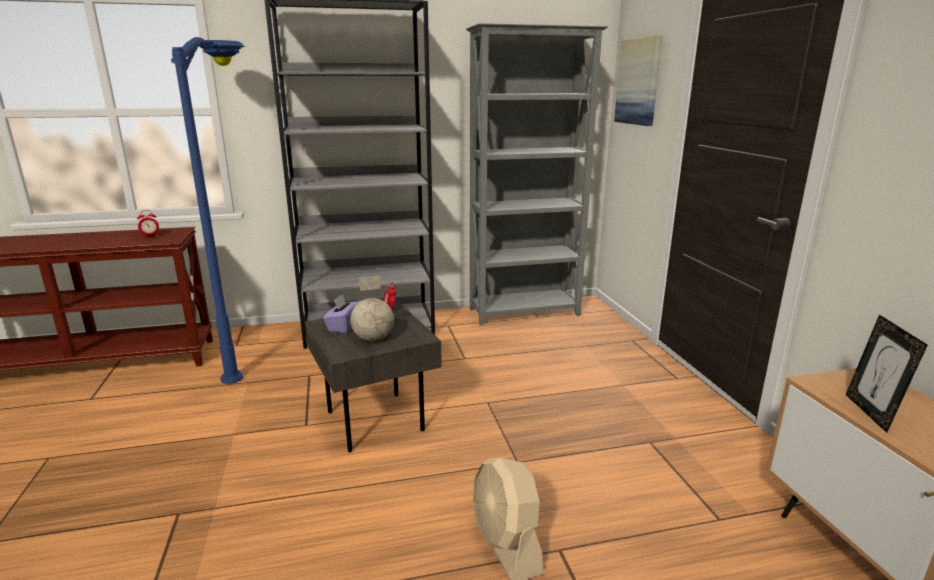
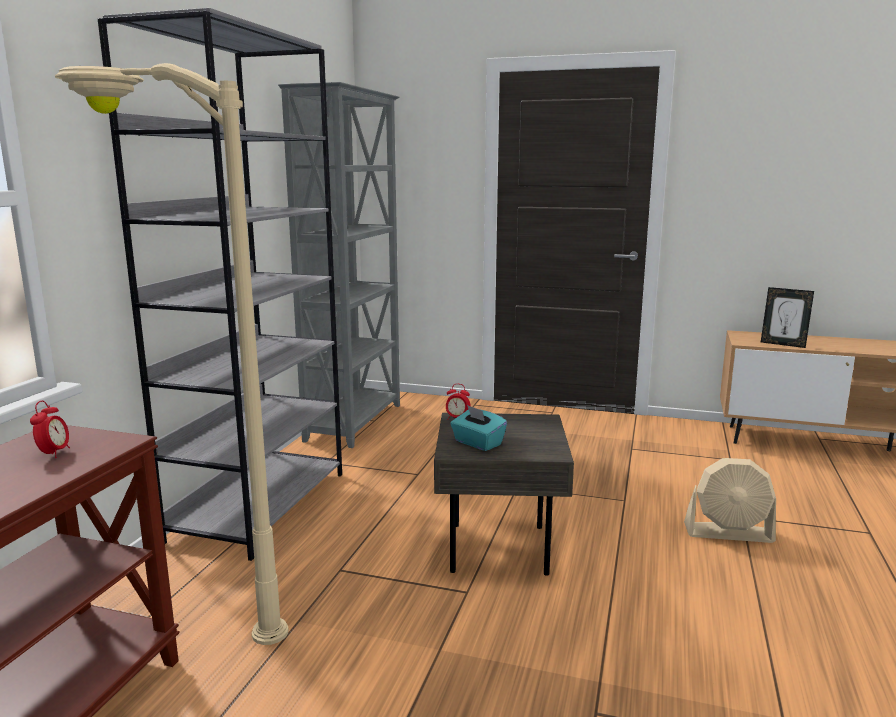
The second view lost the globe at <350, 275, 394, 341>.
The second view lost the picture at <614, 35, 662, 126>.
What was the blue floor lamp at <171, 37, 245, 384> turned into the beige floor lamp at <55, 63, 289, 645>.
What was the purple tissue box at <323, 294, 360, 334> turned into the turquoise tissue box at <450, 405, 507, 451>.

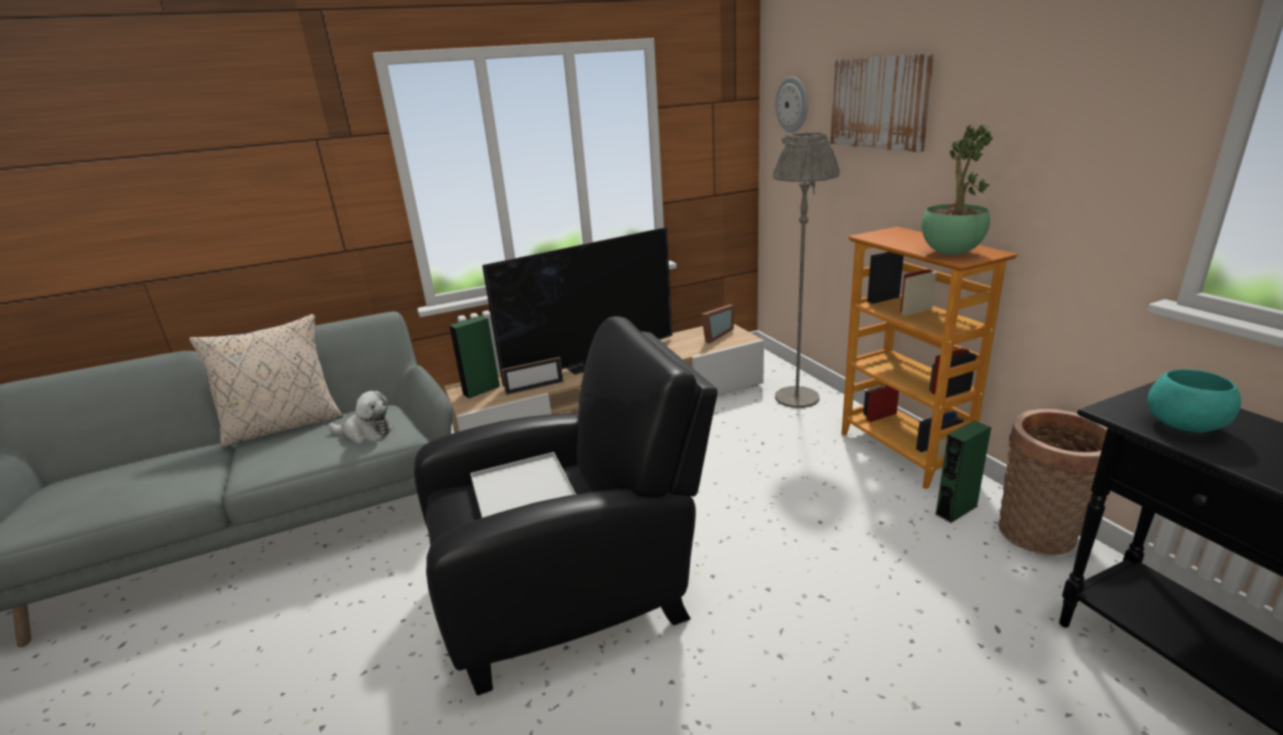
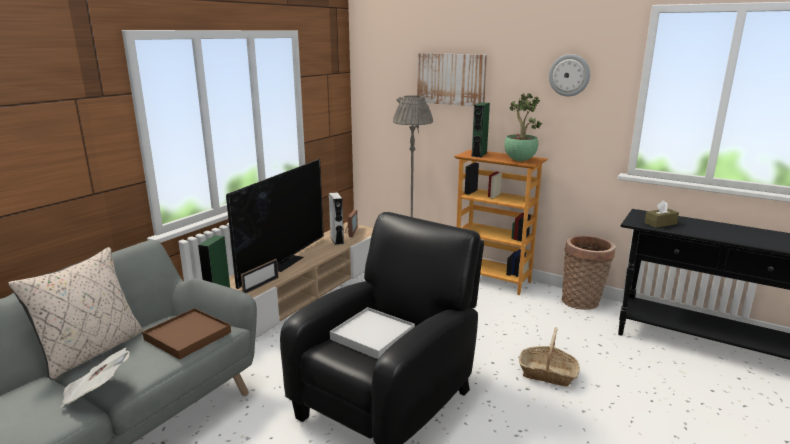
The second view gained the newspaper at <61, 348, 130, 407>.
The second view gained the grey speaker at <329, 192, 344, 245>.
The second view gained the basket at <519, 327, 580, 386>.
The wall clock ended up elsewhere, having gone from <775, 76, 808, 133> to <549, 54, 590, 96>.
The green speaker ended up elsewhere, having gone from <935, 421, 991, 523> to <471, 102, 490, 158>.
Where the plush toy stood at <328, 391, 394, 444>, the brown tray came to stand at <143, 308, 231, 360>.
Where the turquoise bowl stood at <1147, 369, 1241, 432>, the brown tissue box came to stand at <644, 200, 679, 228>.

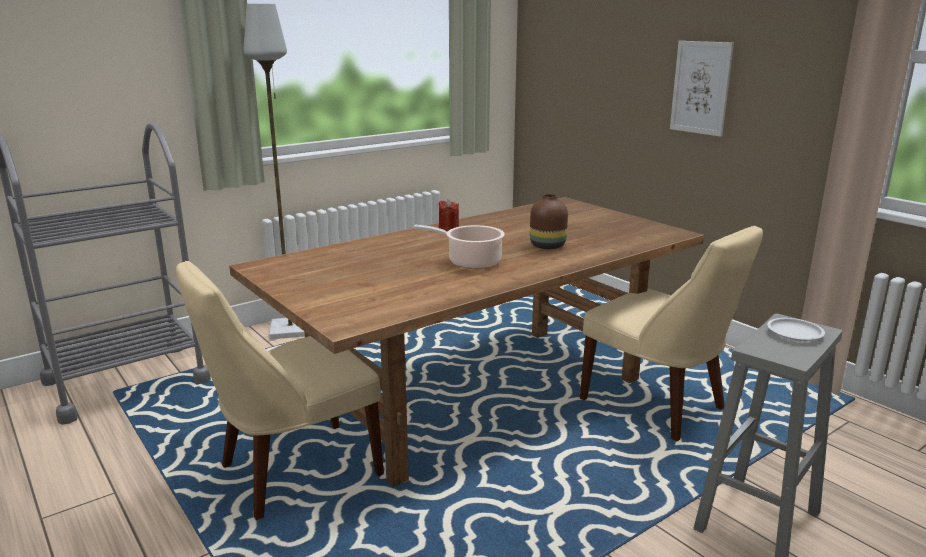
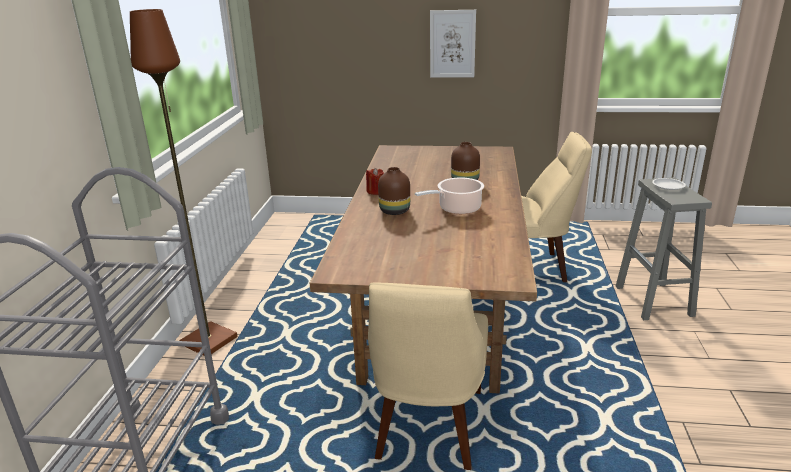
The second view gained the brown vase at <378, 167, 410, 215>.
What was the grey floor lamp at <243, 4, 305, 339> turned into the brown floor lamp at <130, 9, 237, 355>.

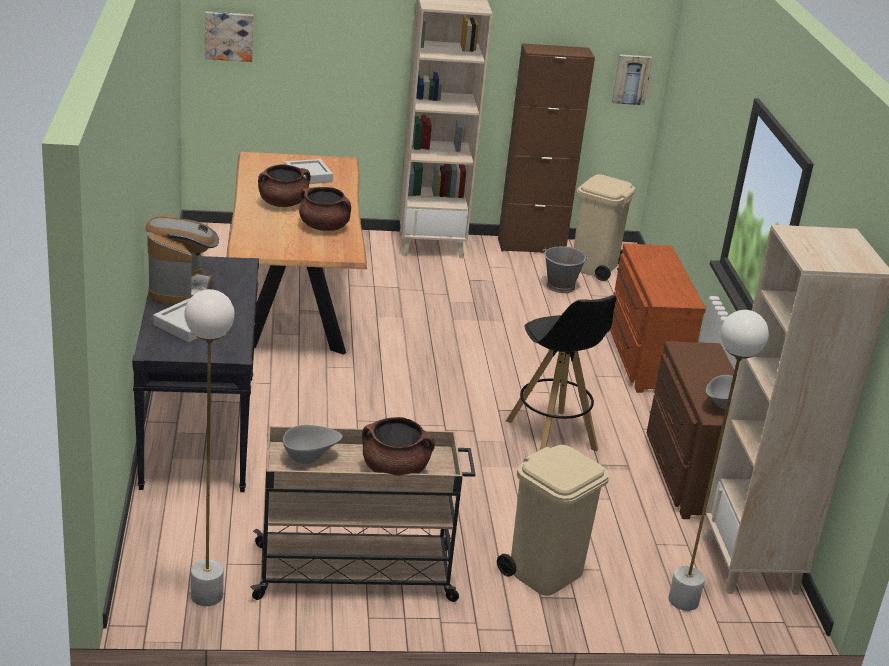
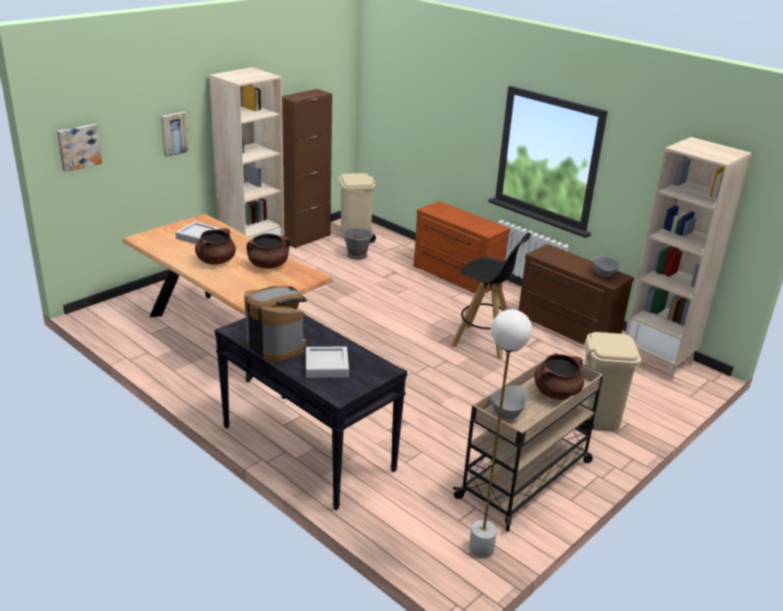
The second view lost the white floor lamp at <668, 310, 769, 611>.
The picture ended up elsewhere, having gone from <612, 54, 652, 105> to <161, 112, 189, 157>.

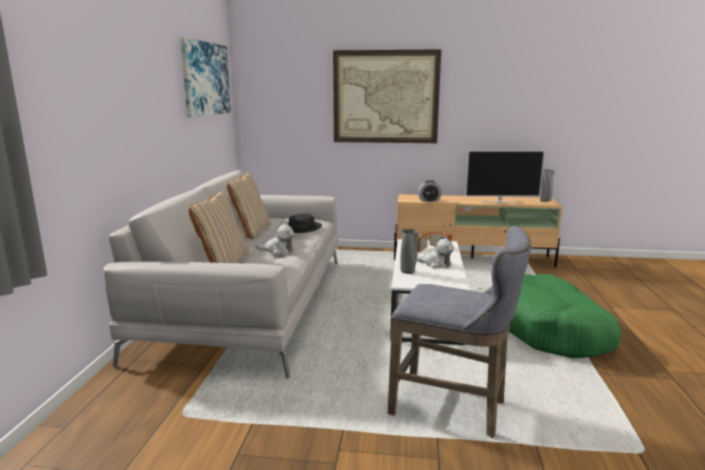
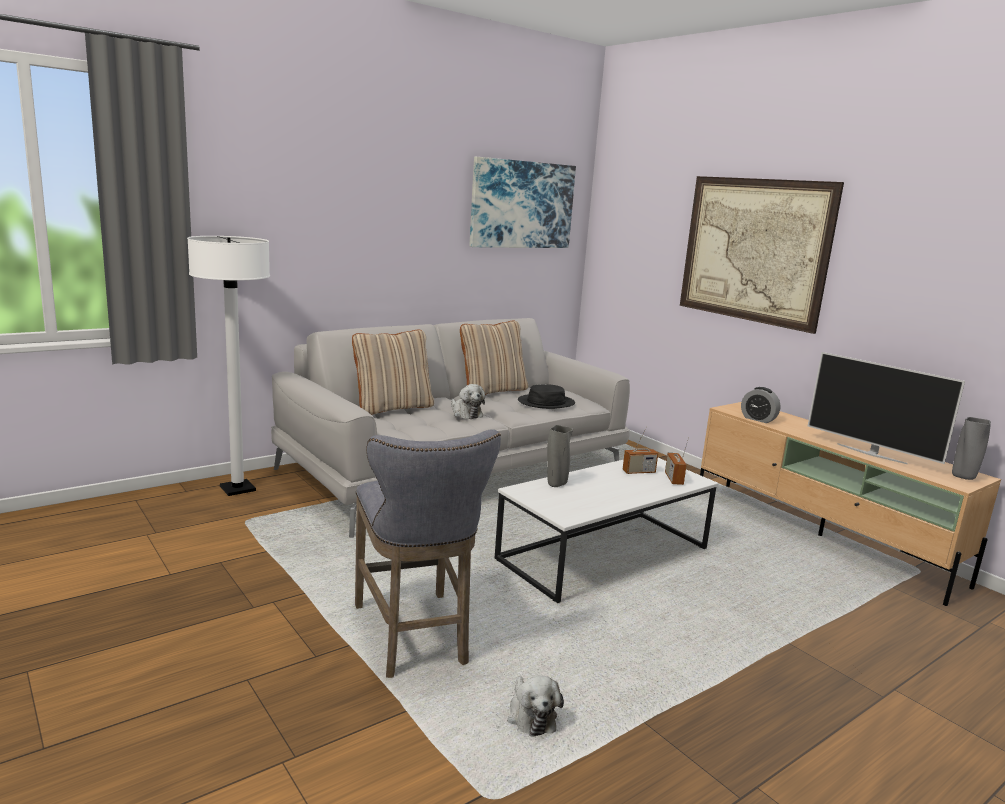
The second view lost the green dog bed at <509, 274, 621, 358>.
The second view gained the white floor lamp at <187, 236, 270, 496>.
The plush toy ended up elsewhere, having gone from <416, 239, 454, 268> to <507, 676, 564, 737>.

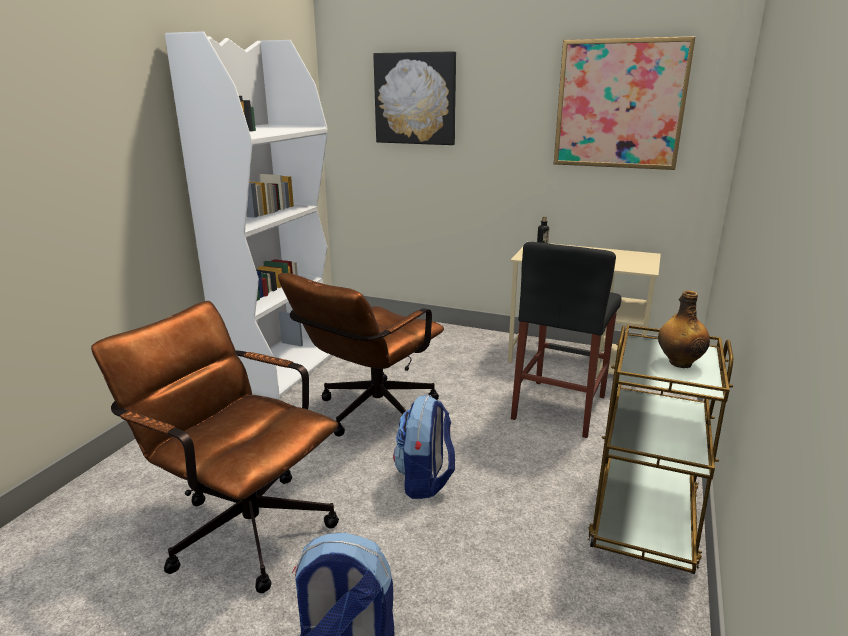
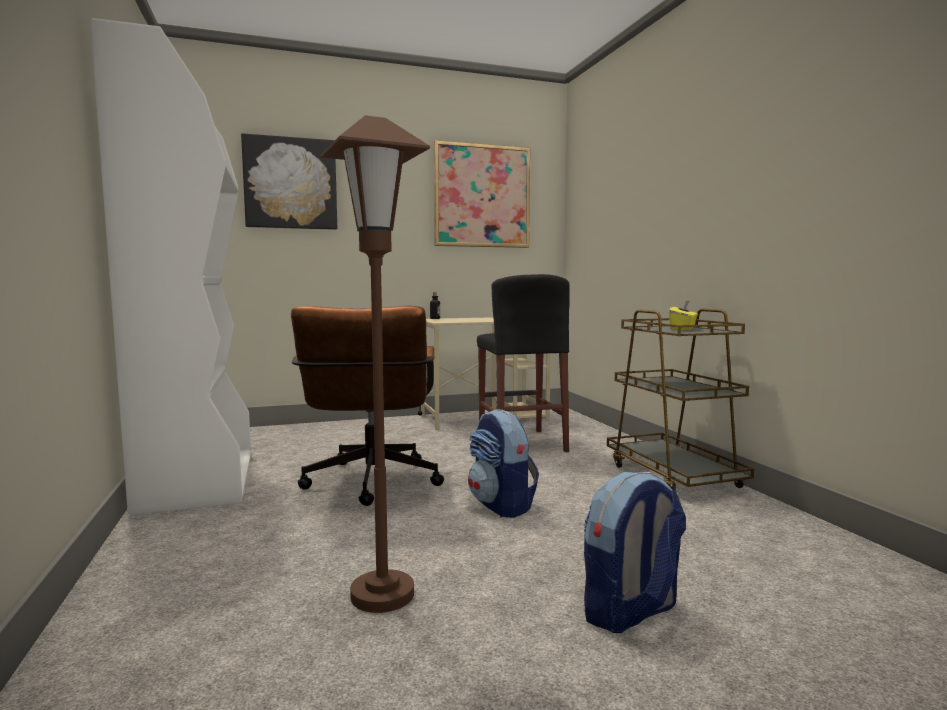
Where the brown office chair stood at <91, 301, 339, 593>, the brown floor lamp came to stand at <320, 115, 430, 613>.
Where the bottle stood at <658, 291, 710, 368>, the yellow tissue box came to stand at <669, 301, 698, 330>.

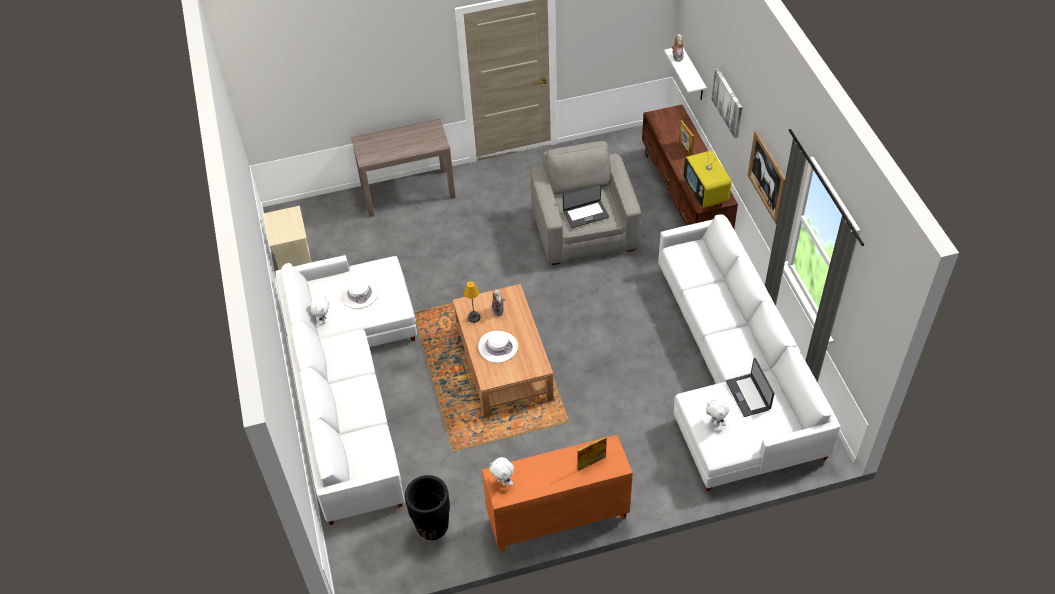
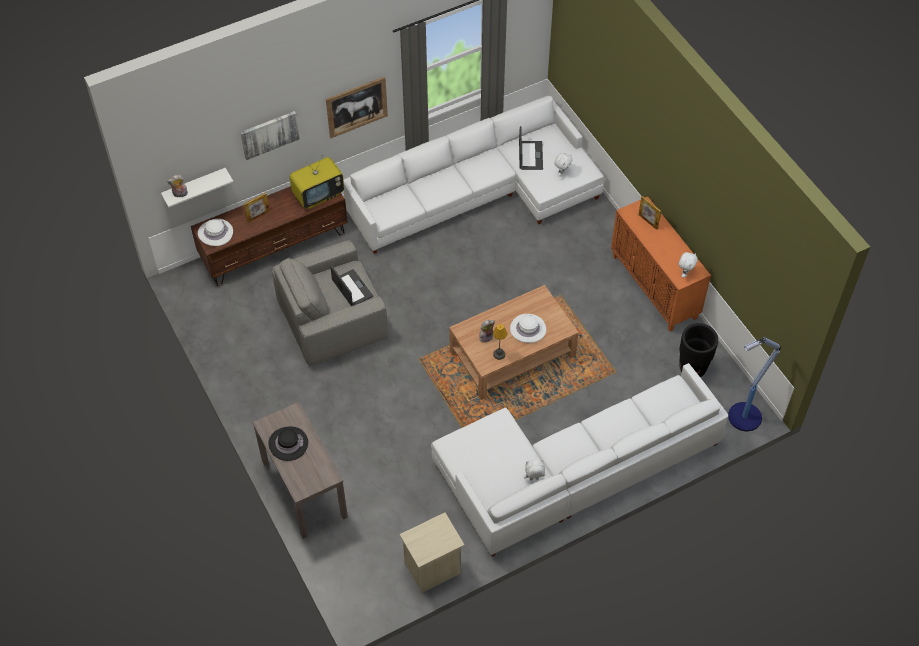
The second view gained the black hat at <268, 426, 308, 461>.
The second view gained the floor lamp at <728, 337, 781, 431>.
The white hat ended up elsewhere, having gone from <340, 278, 379, 309> to <198, 219, 233, 246>.
The laptop at <726, 358, 774, 417> ended up facing another way, 60 degrees counterclockwise from before.

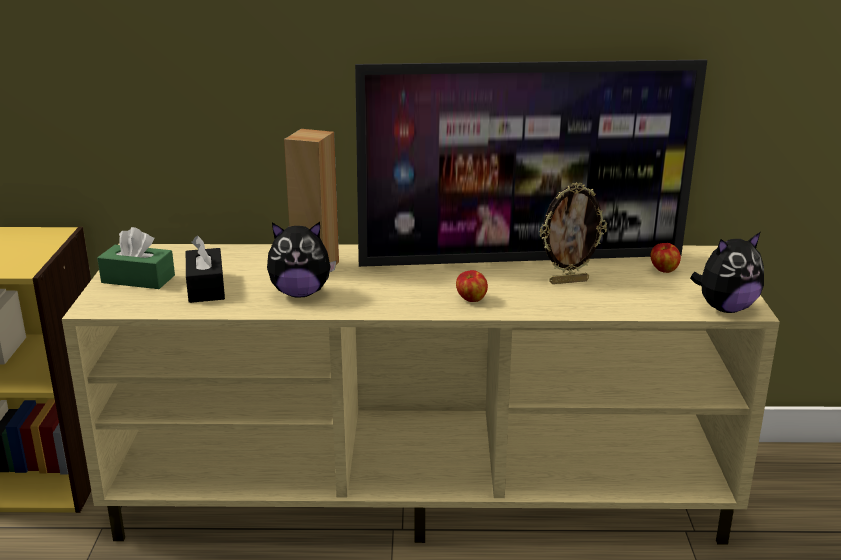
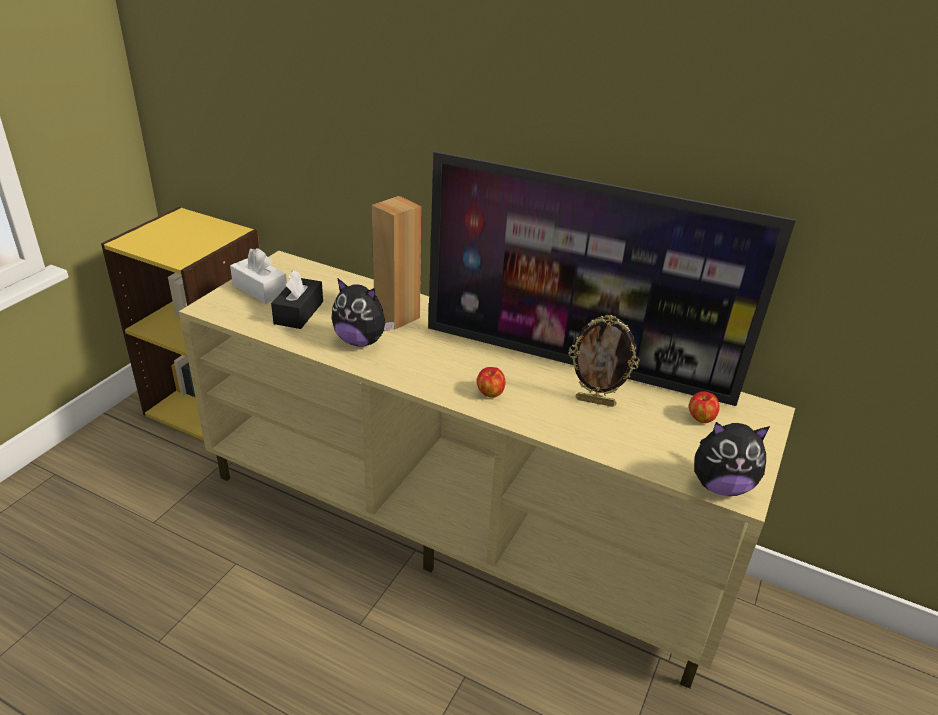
What was the green tissue box at <97, 227, 175, 289> turned into the white tissue box at <230, 248, 287, 304>.

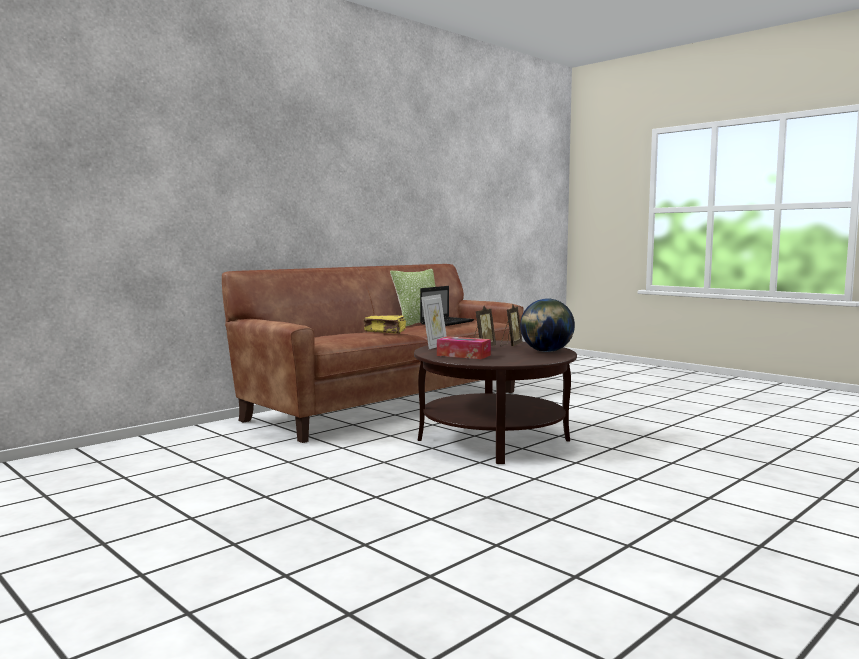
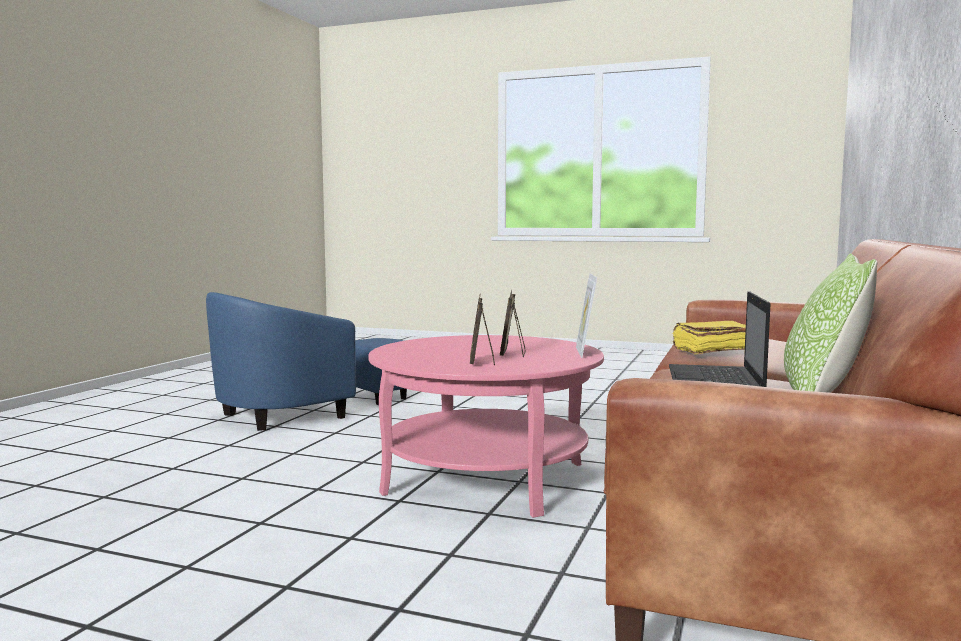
The second view lost the tissue box at <437, 336, 491, 359>.
The second view lost the globe at <520, 299, 575, 352>.
The second view gained the blue armchair at <206, 292, 407, 431>.
What was the brown coffee table at <414, 340, 577, 464> turned into the pink coffee table at <368, 335, 604, 518>.

